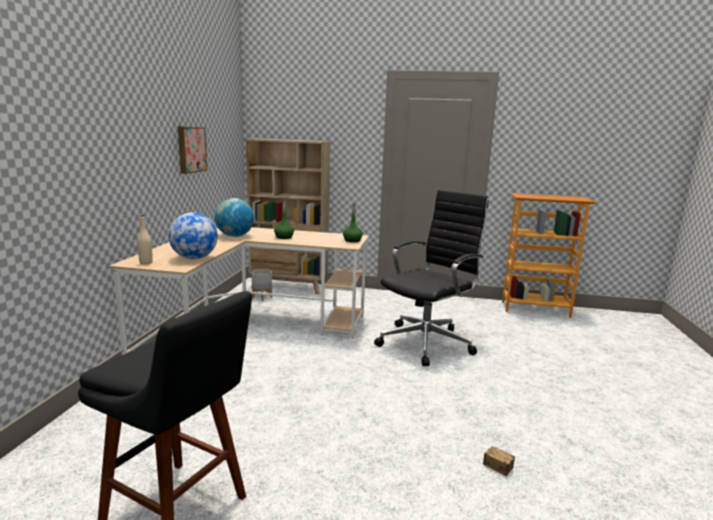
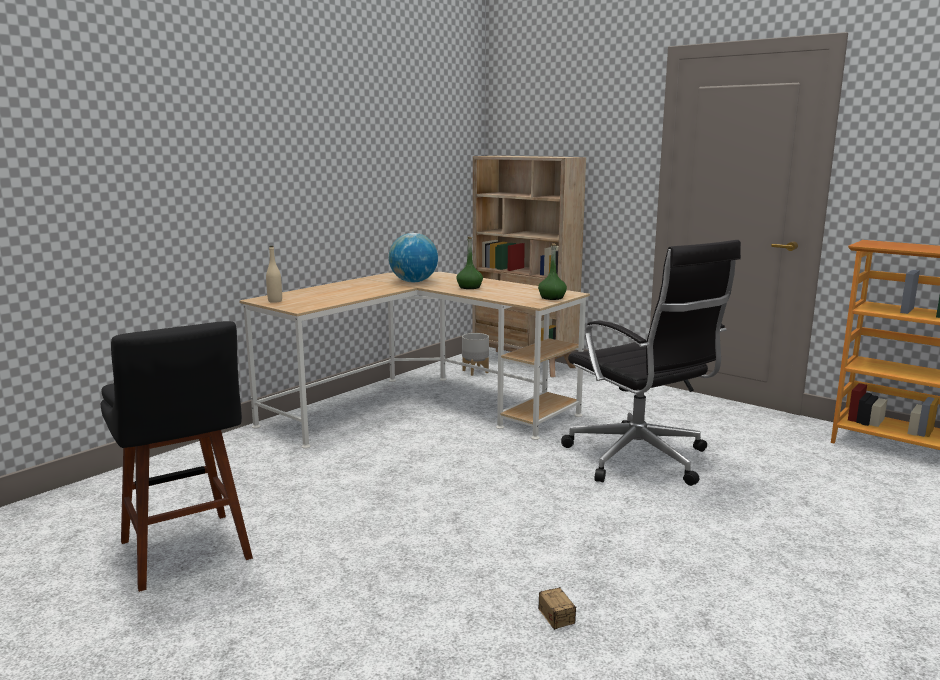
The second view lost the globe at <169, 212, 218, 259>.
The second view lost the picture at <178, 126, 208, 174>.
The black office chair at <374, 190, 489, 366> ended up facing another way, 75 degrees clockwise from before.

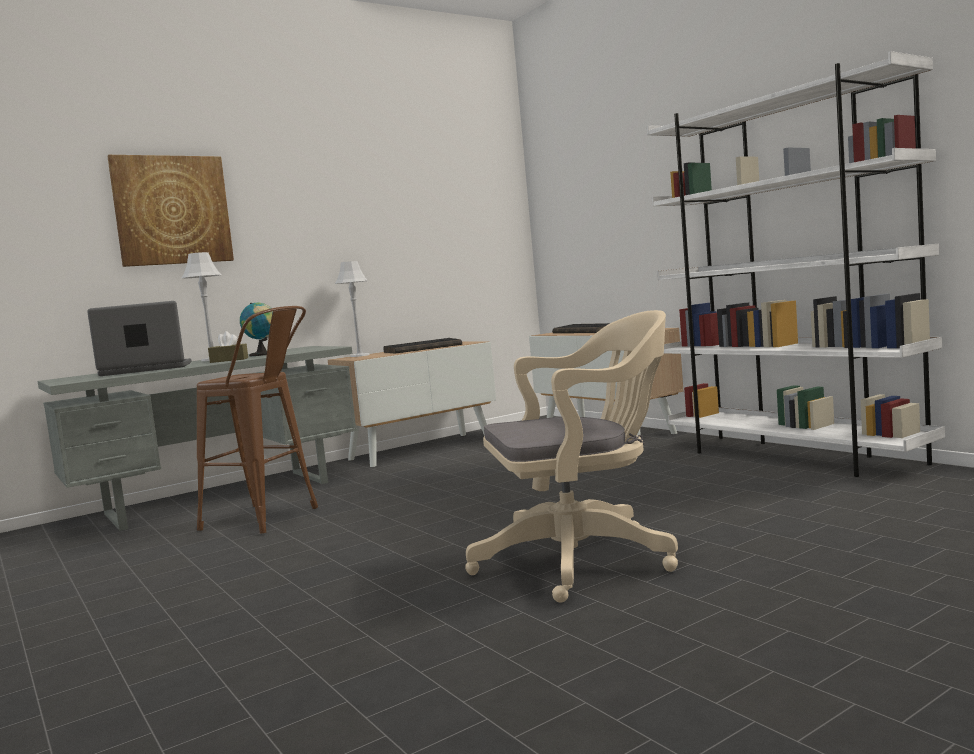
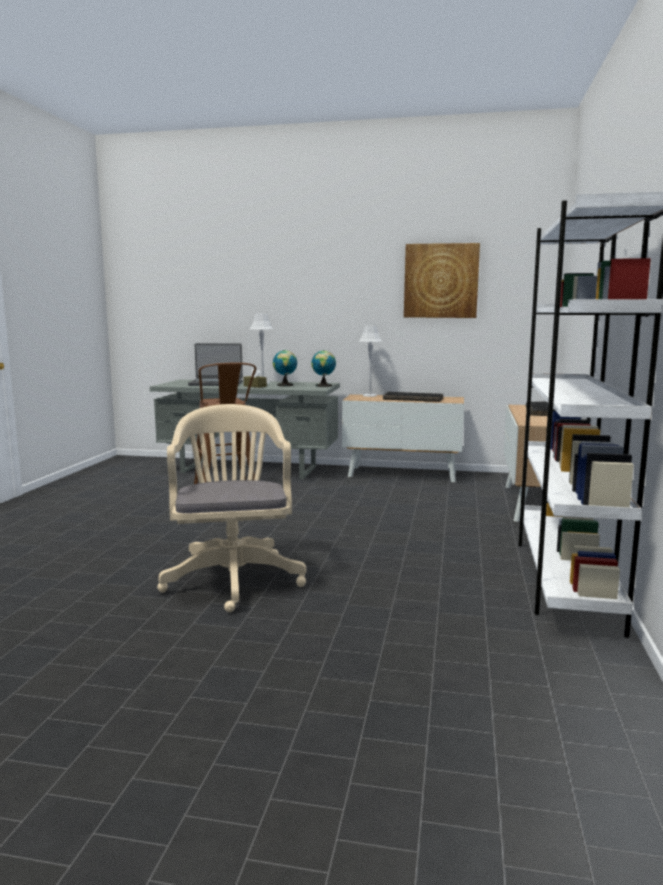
The second view gained the globe at <311, 350, 336, 387>.
The picture ended up elsewhere, having gone from <107, 155, 234, 267> to <404, 243, 480, 318>.
The laptop at <87, 301, 192, 376> ended up facing another way, 150 degrees clockwise from before.
The beige office chair at <465, 310, 678, 603> ended up facing another way, 135 degrees counterclockwise from before.

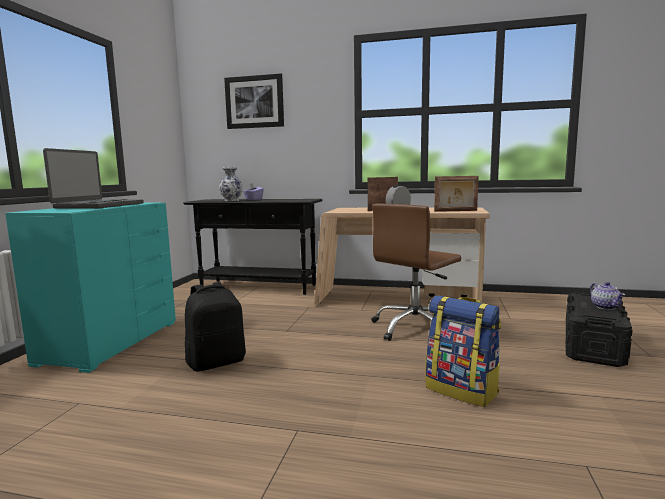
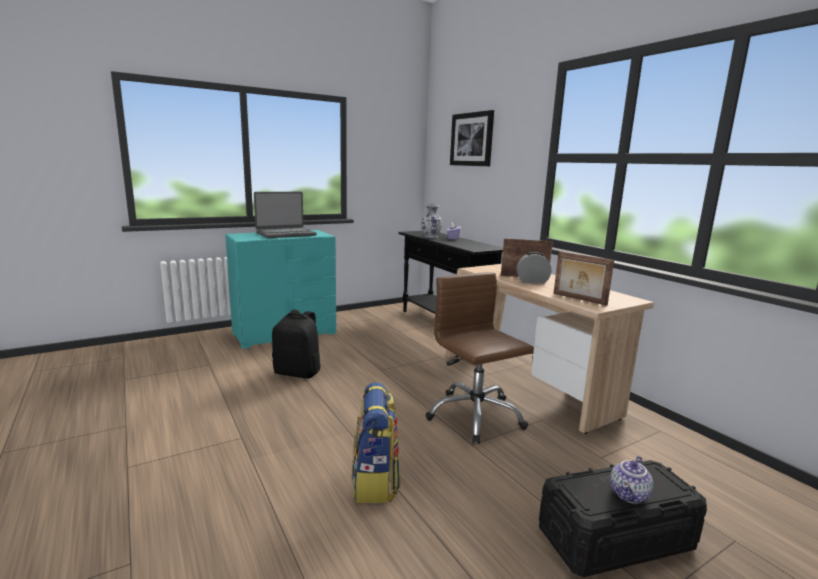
The brown office chair at <372, 204, 461, 341> ended up facing another way, 60 degrees clockwise from before.

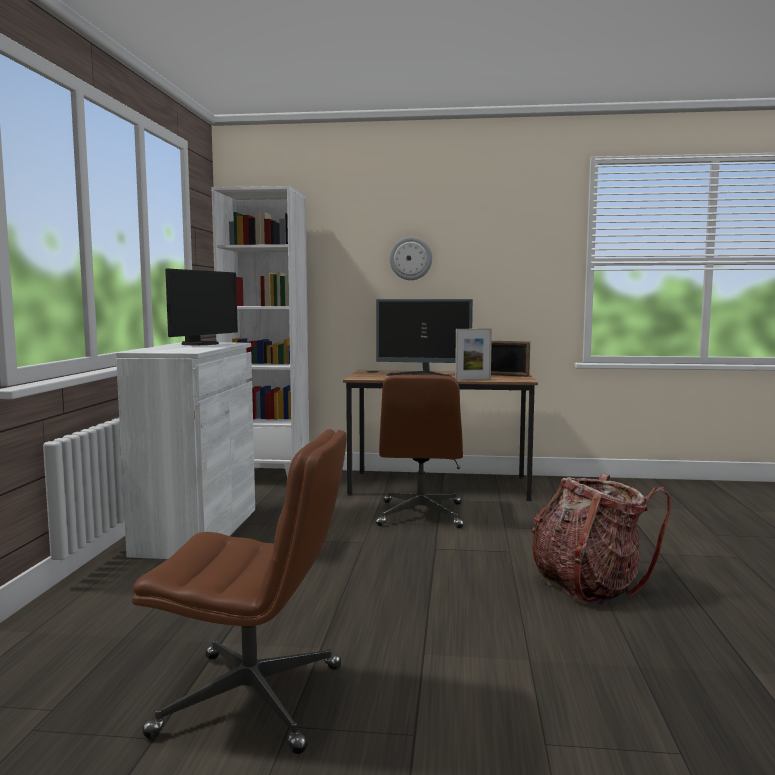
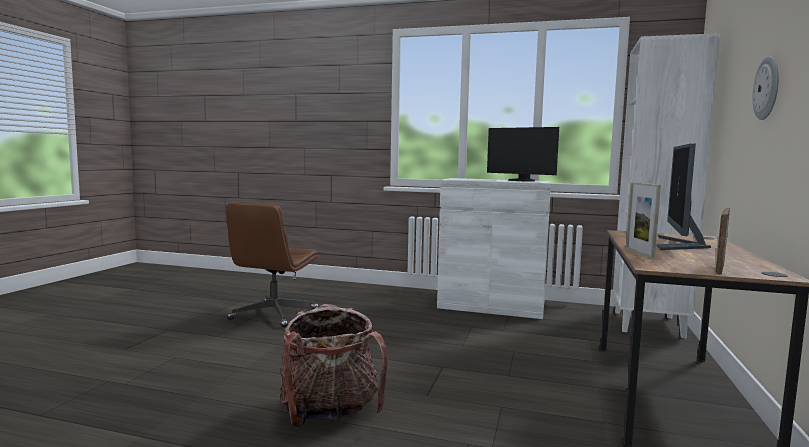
The second view lost the brown office chair at <376, 374, 463, 528>.

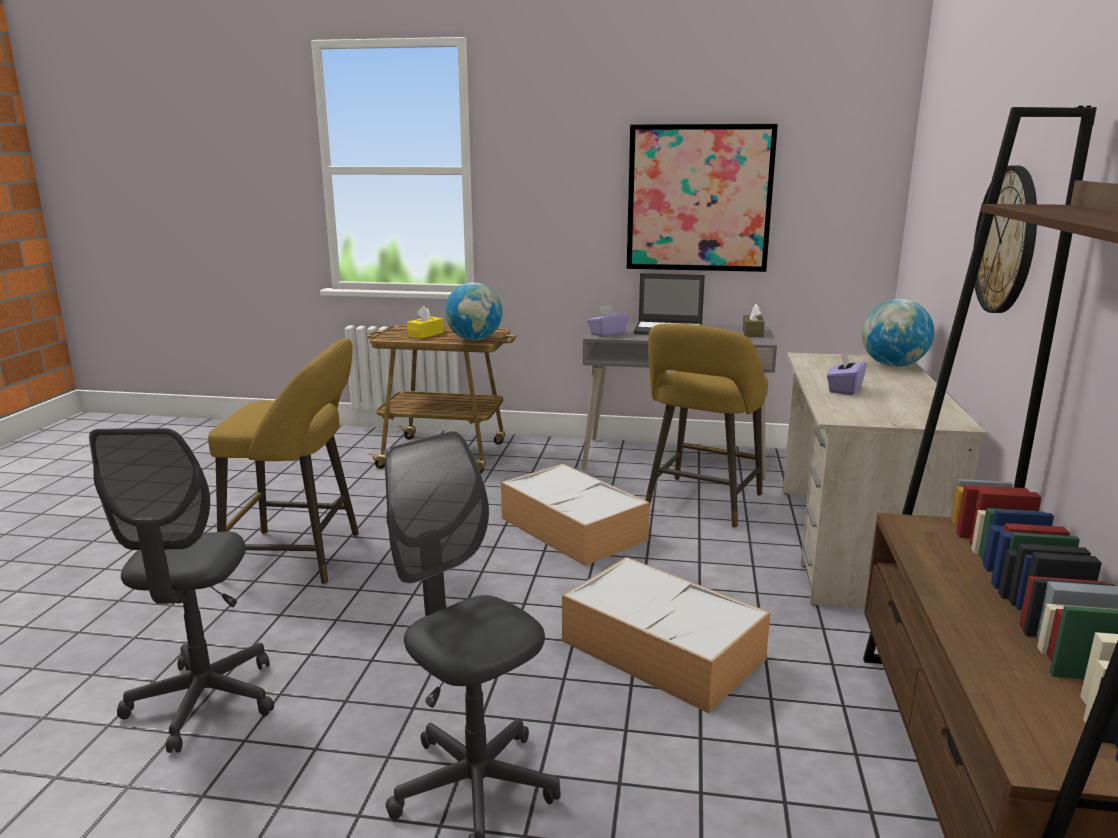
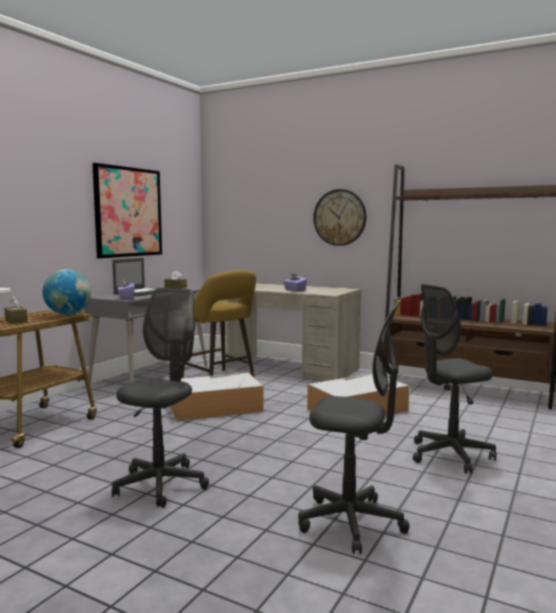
The second view lost the globe at <862, 299, 934, 367>.
Where the yellow stool stood at <208, 338, 359, 585>, the grey office chair came to stand at <112, 288, 209, 508>.
What was the yellow tissue box at <407, 306, 444, 339> turned into the brown tissue box at <4, 296, 28, 324>.

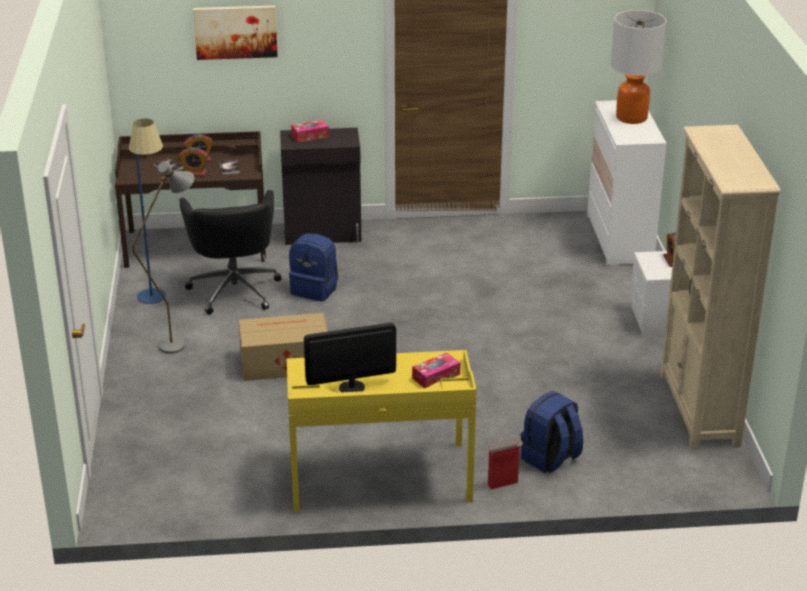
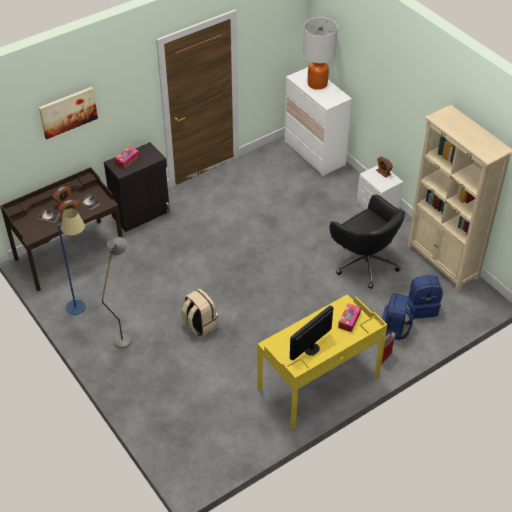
The black office chair ended up elsewhere, having gone from <179, 190, 281, 314> to <330, 194, 405, 289>.
The blue backpack ended up elsewhere, having gone from <289, 233, 338, 302> to <409, 275, 443, 319>.
Where the cardboard box stood at <238, 313, 328, 381>, the beige backpack came to stand at <181, 288, 218, 336>.

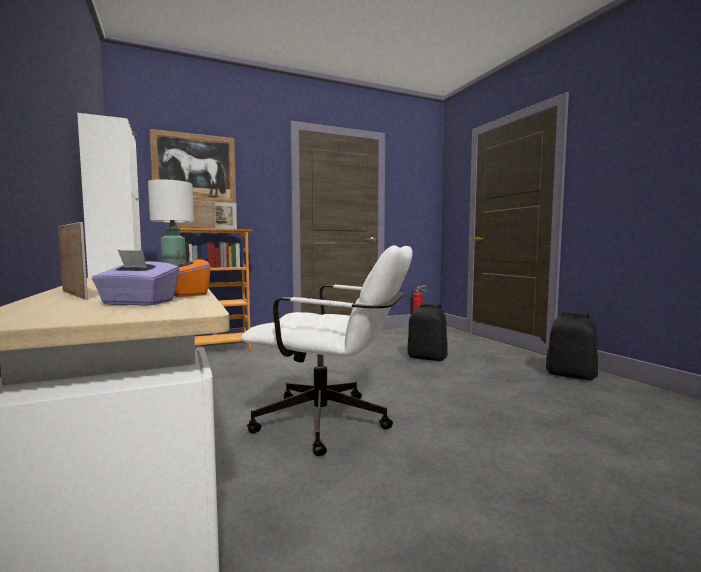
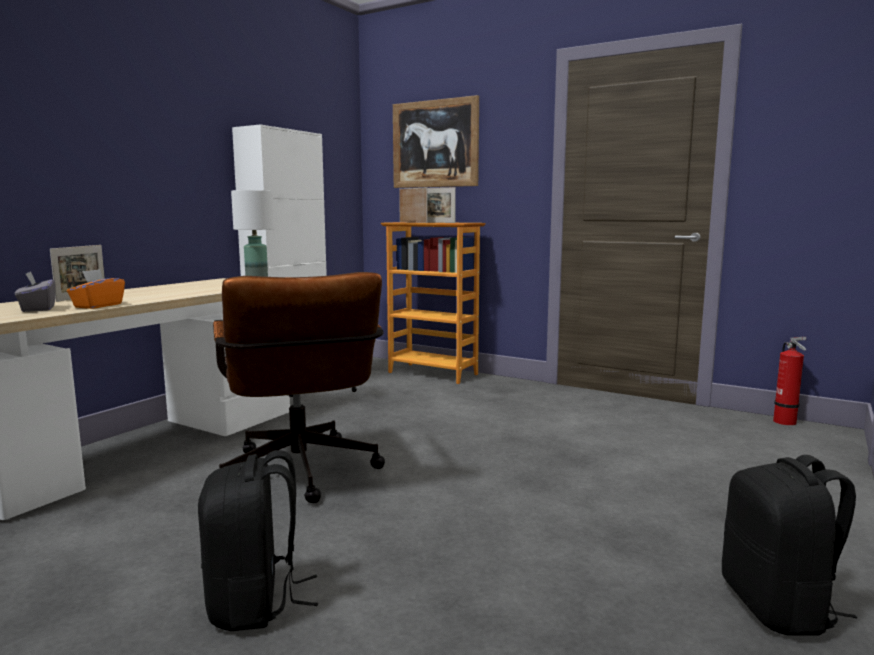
The black backpack ended up elsewhere, having gone from <408, 303, 448, 361> to <198, 450, 318, 631>.
What was the purple tissue box at <92, 250, 179, 306> turned into the grey tissue box at <15, 271, 56, 312>.
What was the white office chair at <241, 245, 413, 456> turned into the brown office chair at <213, 272, 385, 503>.

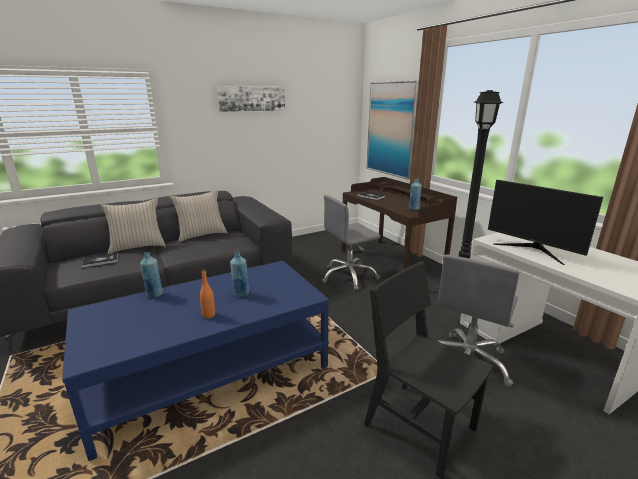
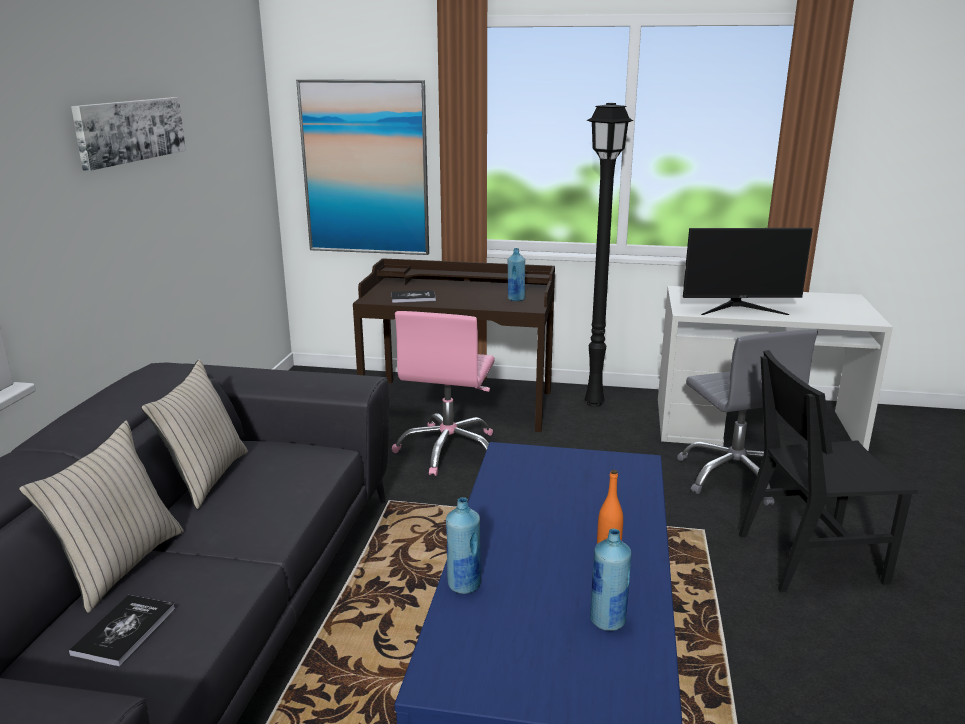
The blue bottle ended up elsewhere, having gone from <230, 252, 249, 297> to <590, 529, 631, 631>.
What was the grey office chair at <322, 195, 380, 290> turned into the pink office chair at <392, 311, 495, 476>.

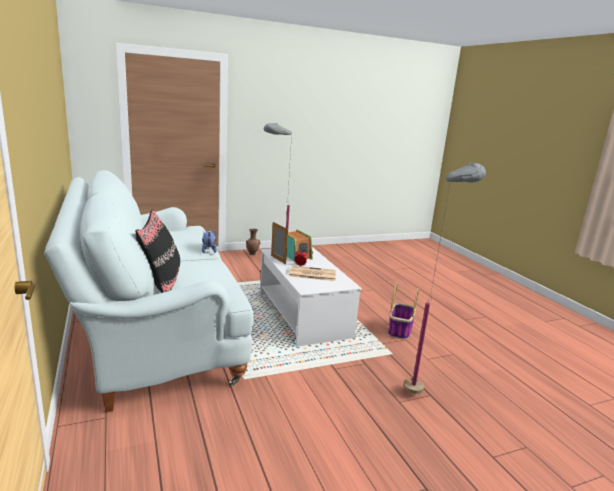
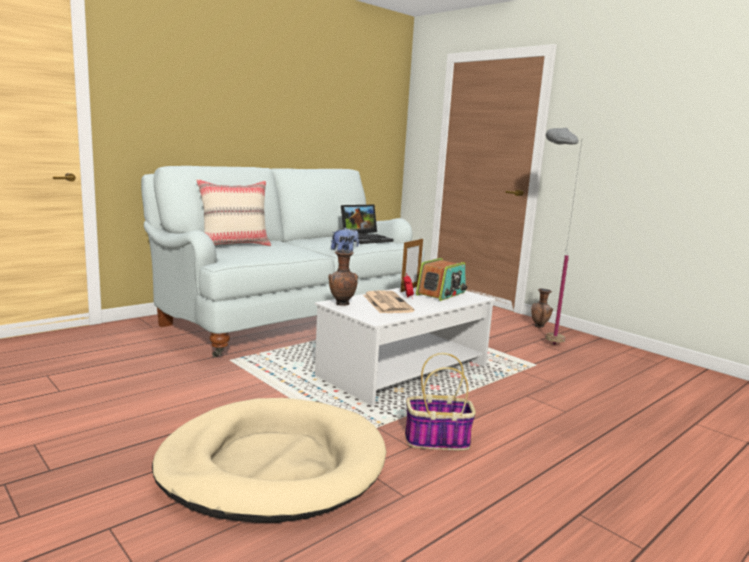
The second view gained the brown vase at <328, 250, 358, 306>.
The second view gained the laptop at <341, 205, 393, 244>.
Where the grey floor lamp stood at <403, 163, 486, 394>, the beige dog bed came to stand at <152, 398, 387, 523>.
What was the black pillow at <136, 209, 180, 293> turned into the beige pillow at <196, 179, 271, 246>.

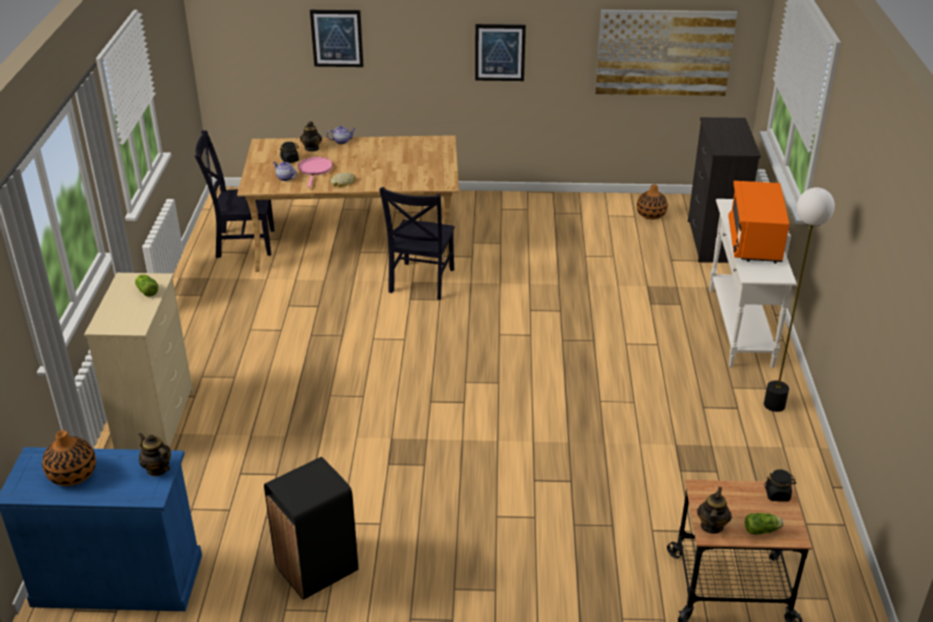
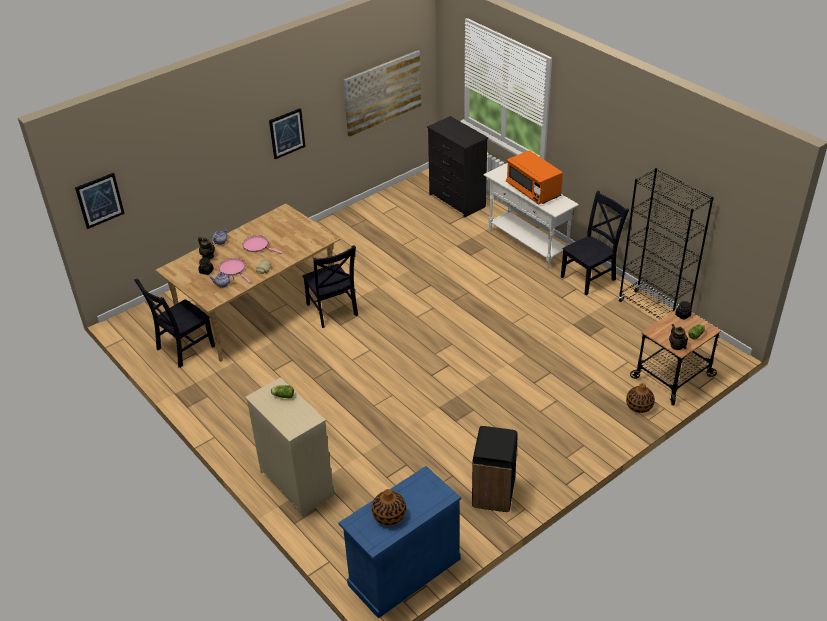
The second view lost the teapot at <139, 433, 171, 476>.
The second view gained the pink frying pan at <242, 235, 282, 254>.
The second view gained the black bookcase at <619, 168, 714, 320>.
The picture ended up elsewhere, having gone from <310, 10, 363, 67> to <75, 173, 125, 229>.
The vase ended up elsewhere, having gone from <637, 184, 668, 219> to <626, 383, 655, 413>.
Where the floor lamp stood at <764, 187, 835, 412>, the black chair came to stand at <561, 191, 629, 295>.

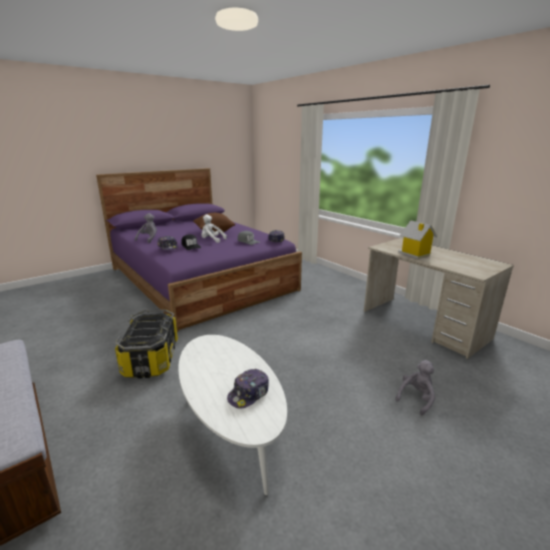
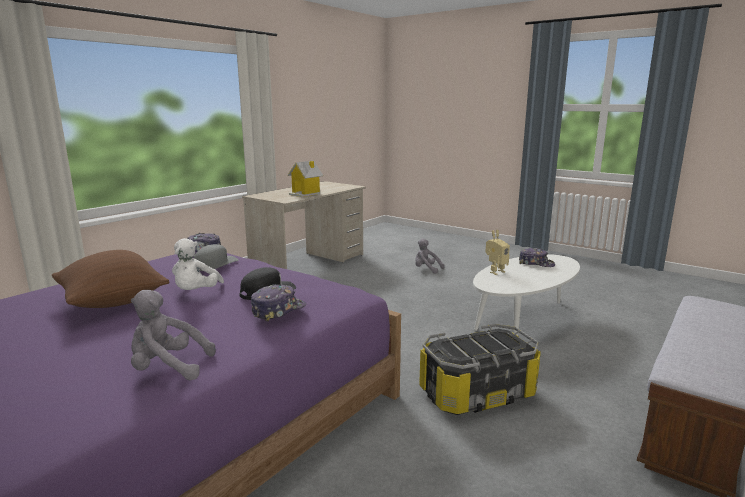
The second view gained the toy robot at <485, 230, 510, 275>.

